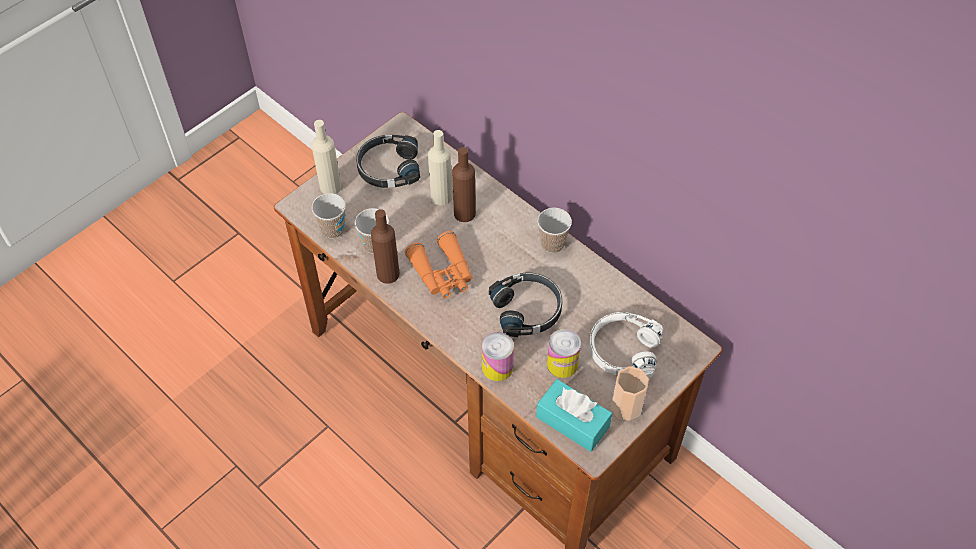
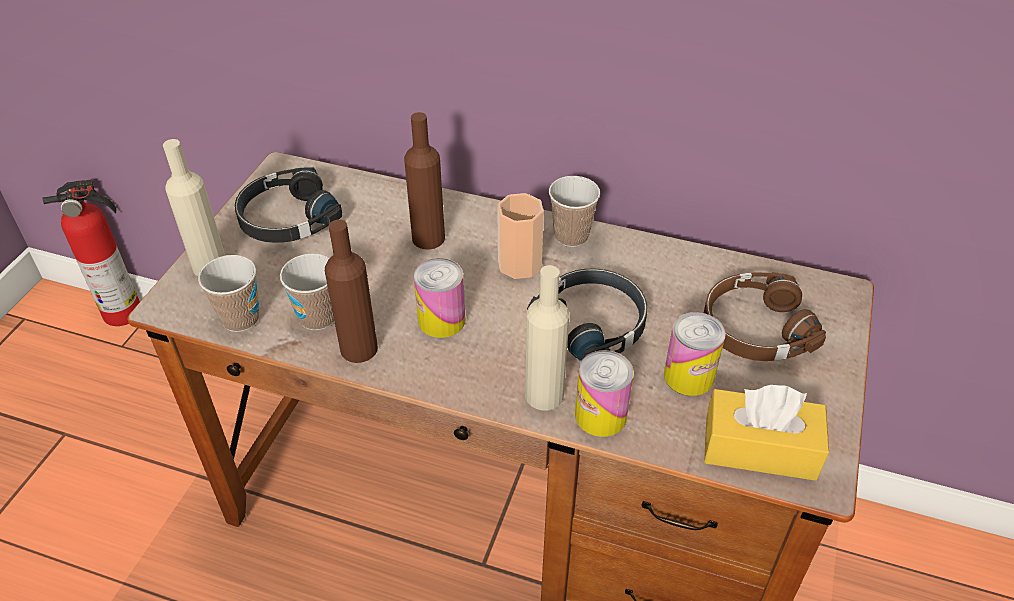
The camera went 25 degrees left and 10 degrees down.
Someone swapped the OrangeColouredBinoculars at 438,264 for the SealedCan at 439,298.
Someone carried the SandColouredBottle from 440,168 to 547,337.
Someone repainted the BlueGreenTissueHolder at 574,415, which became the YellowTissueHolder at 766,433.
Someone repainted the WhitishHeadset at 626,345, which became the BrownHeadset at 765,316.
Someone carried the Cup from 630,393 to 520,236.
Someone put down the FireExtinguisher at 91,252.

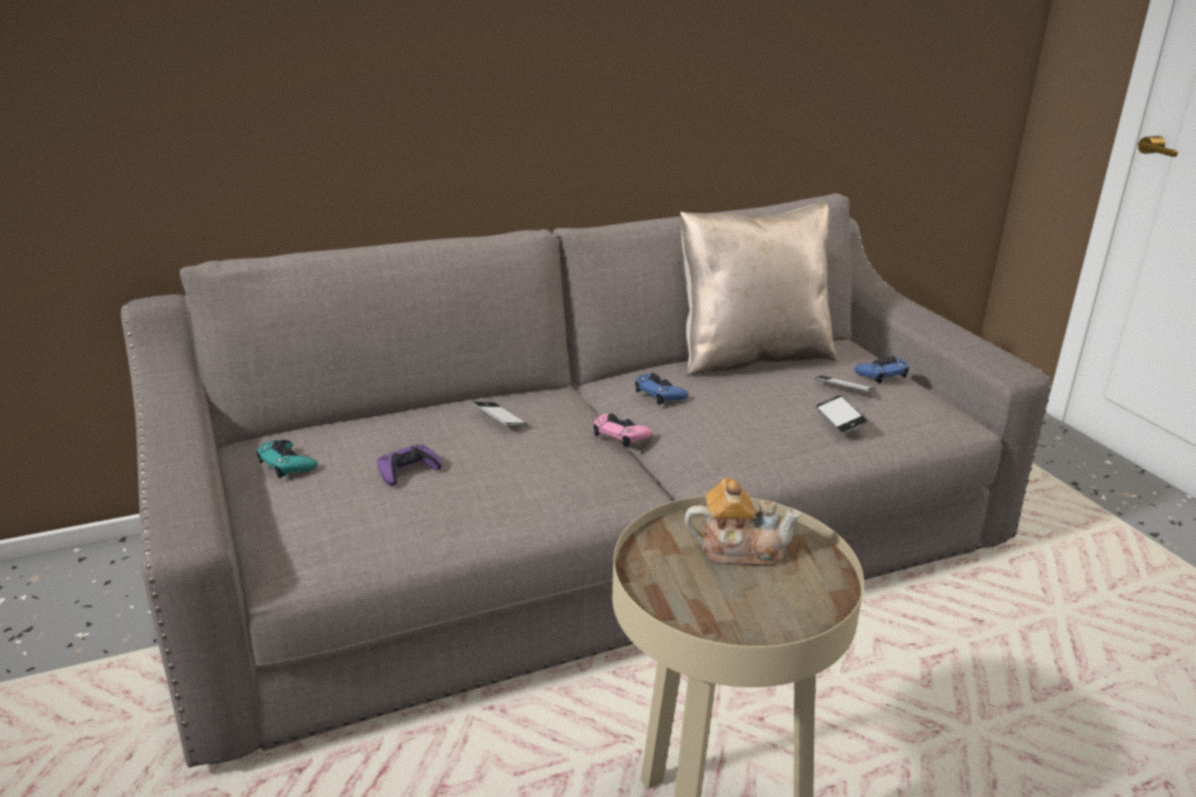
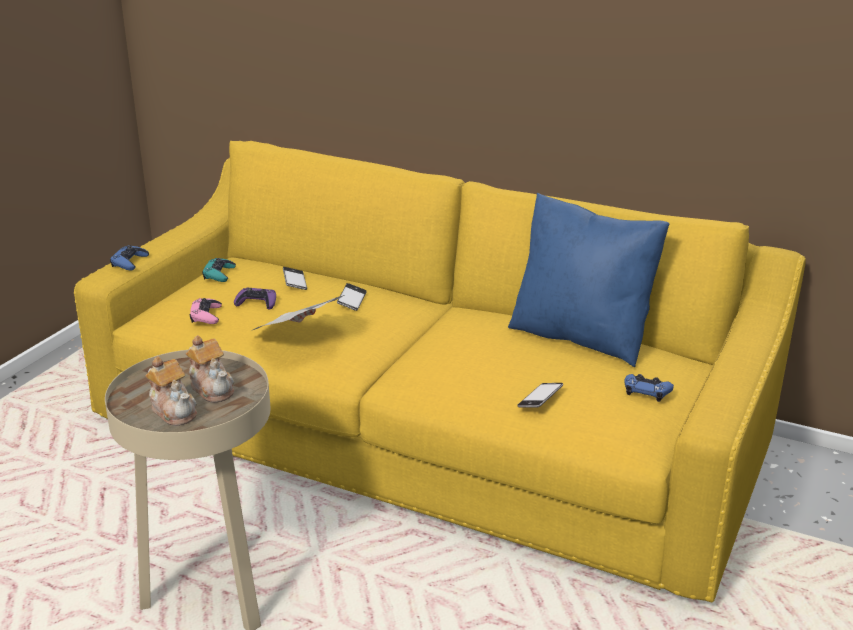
The camera went 50 degrees right and 0 degrees up.
Someone repainted the GreySettee at 586,480, which became the YellowSettee at 440,371.
Someone carried the PinkColouredJoypad from 622,430 to 205,311.
Someone carried the BluishJoypad from 661,389 to 129,258.
Someone repainted the SandColouredPillow at 758,289, which became the BluishPillow at 588,280.
Someone carried the Telephone from 845,384 to 295,278.
Someone put down the Teapot at 171,391.
Someone put down the DailyPaper at 299,312.

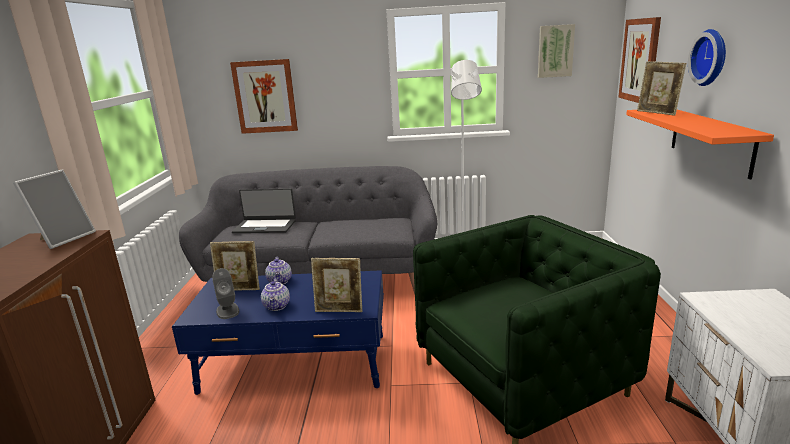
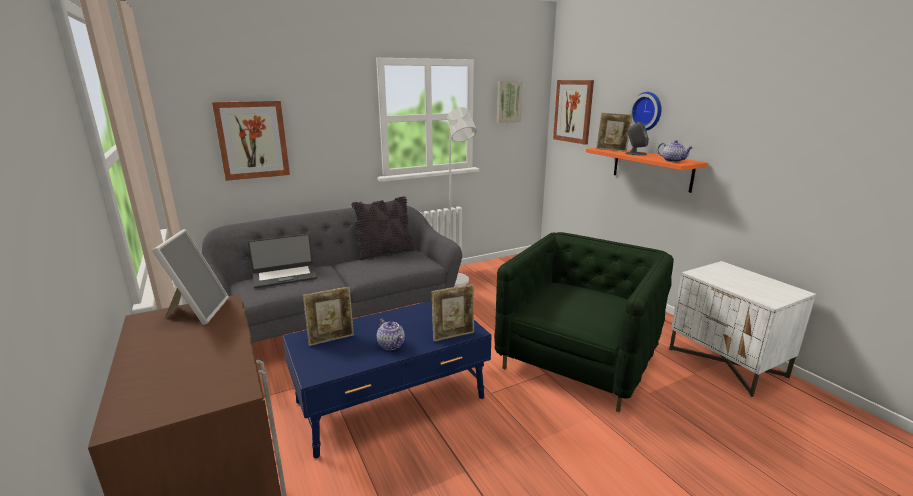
The camera went 30 degrees left and 0 degrees up.
Someone carried the GreyLoudspeaker from 225,293 to 637,139.
Someone carried the Teapot from 278,270 to 675,151.
Someone put down the BlackishPillow at 383,228.

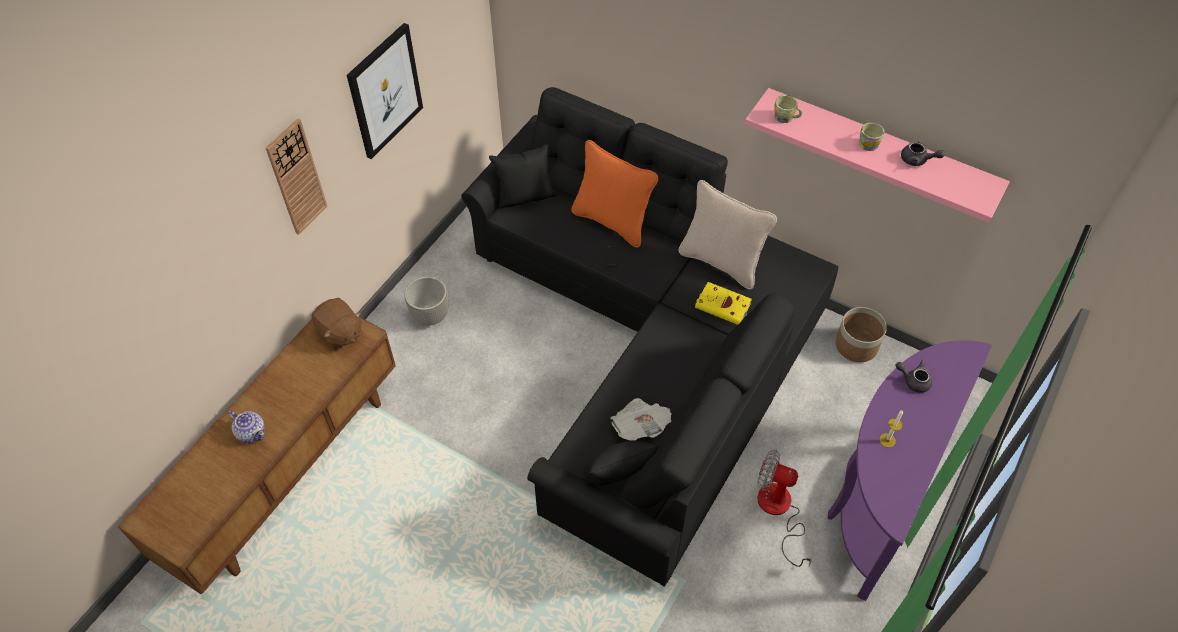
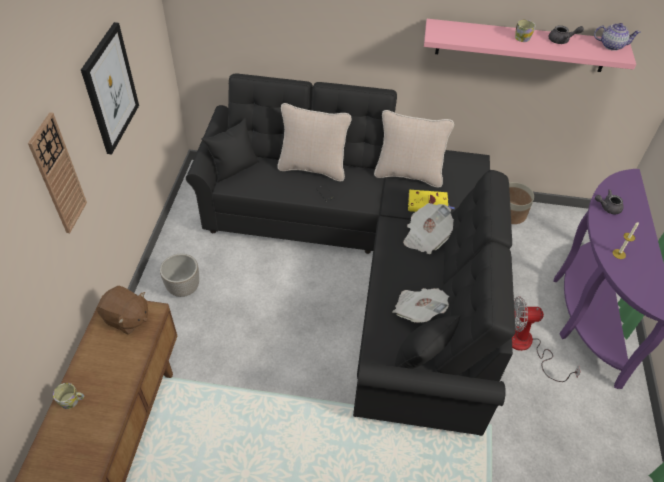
The camera went 25 degrees left and 5 degrees down.
Someone carried the Teapot from 246,426 to 617,37.
Someone repainted the OrangeColouredPillow at 614,194, which became the SandColouredPillow at 314,142.
Someone carried the CoffeeMug from 788,109 to 68,396.
Someone put down the DailyPaper at 428,228.

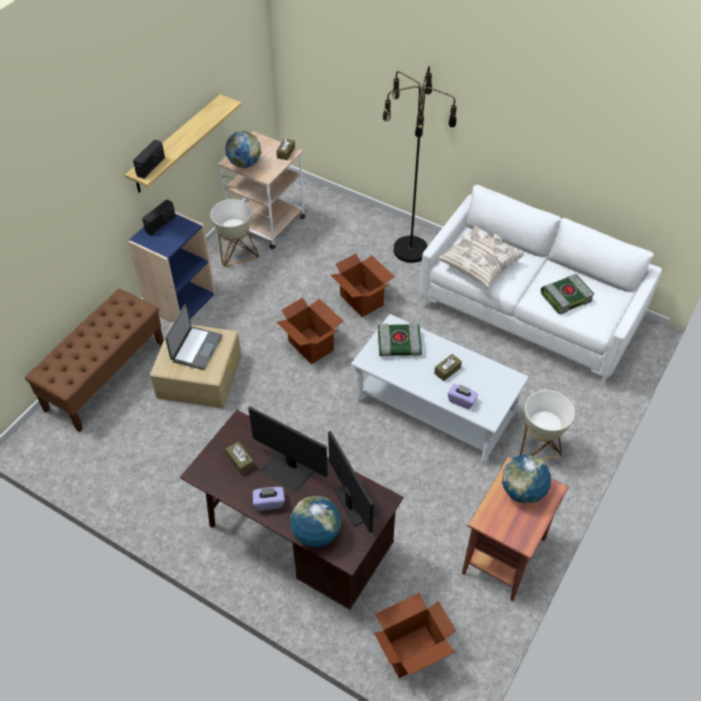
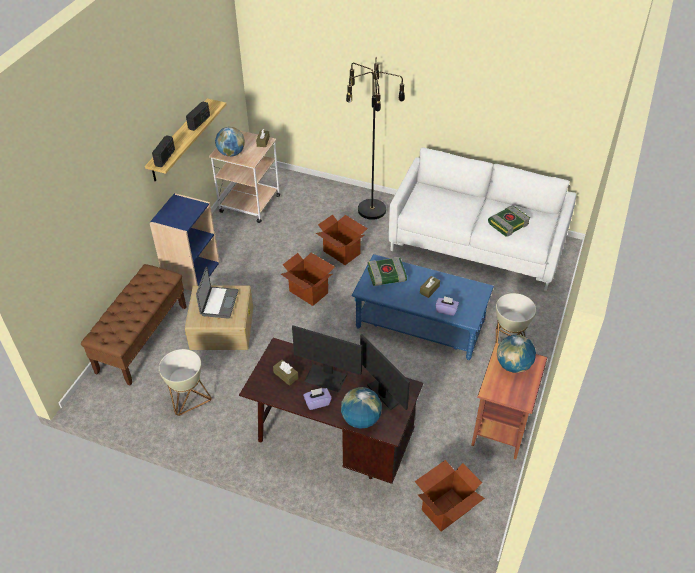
The camera went 10 degrees left and 5 degrees down.
Someone carried the RadioReceiver from 159,218 to 198,116.
Someone carried the FlowerPot from 234,232 to 185,382.
Someone repainted the GreyLowTable at 440,388, which became the BluishLowTable at 423,307.
Someone took away the SandColouredPillow at 481,257.

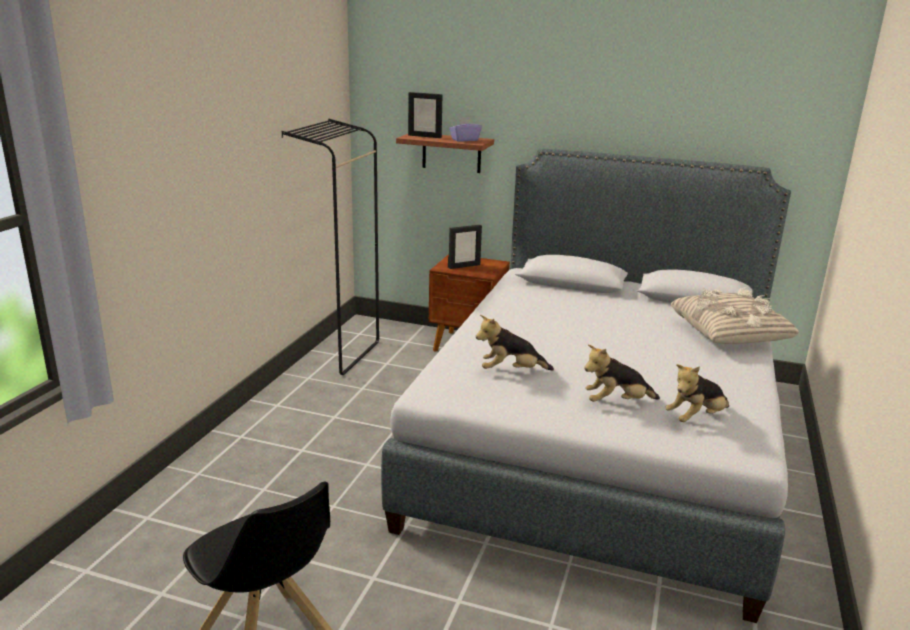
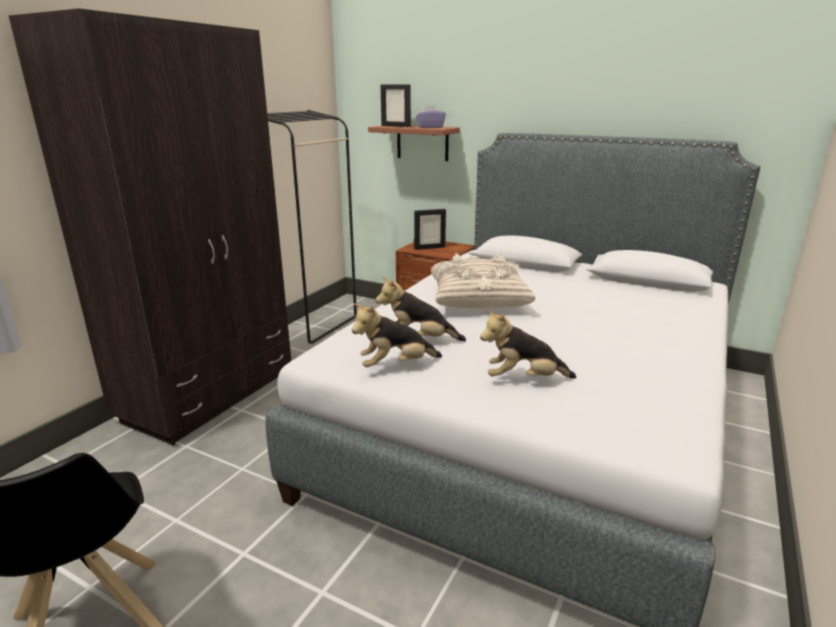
The camera went 10 degrees right and 0 degrees up.
Someone carried the PlushToy from 697,393 to 397,335.
Someone carried the SandColouredPillow from 735,315 to 483,280.
Someone put down the BrownArmoire at 150,227.

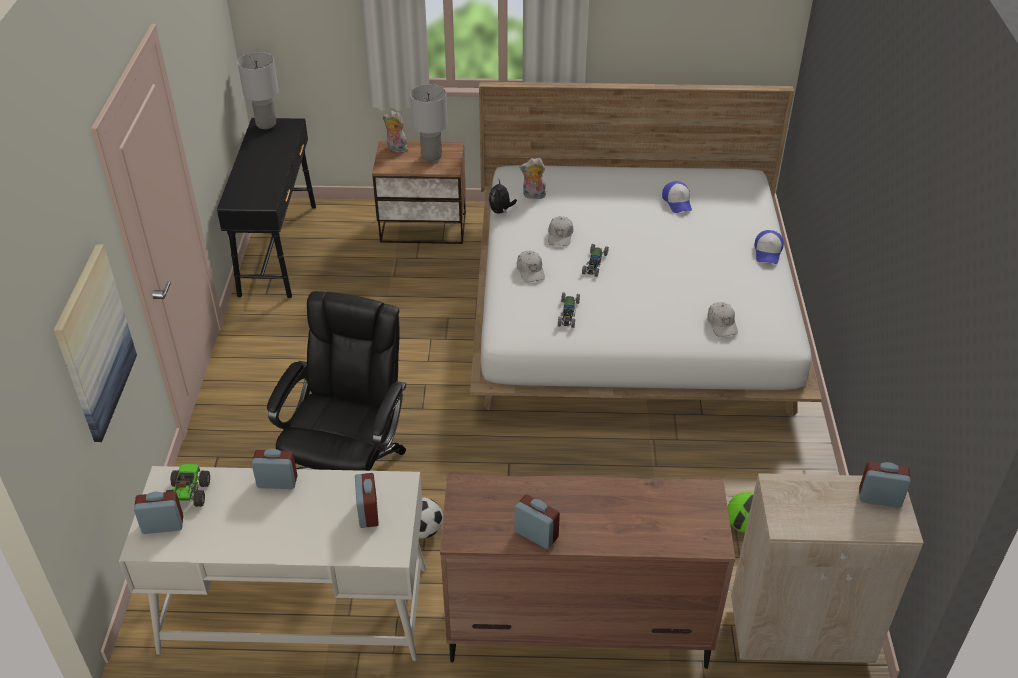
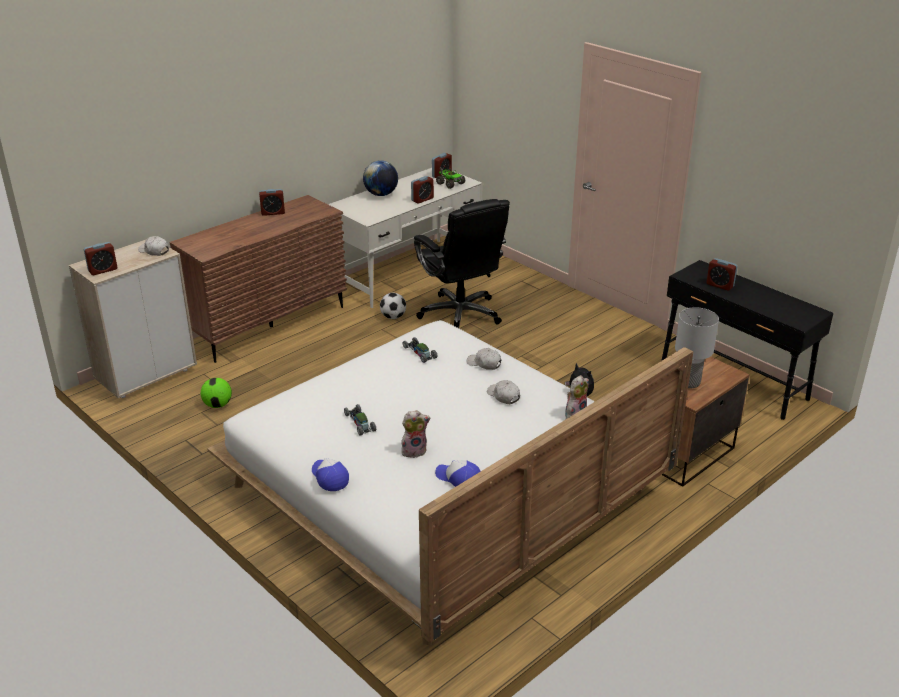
The camera went 135 degrees right and 10 degrees down.
Someone took away the WallPicture at 95,343.
Someone took away the GreyTableLamp at 258,90.
Someone carried the BedsideClock from 367,500 to 722,274.
Someone carried the PlushToy from 395,132 to 415,434.
Someone carried the ModelCar from 595,260 to 360,420.
Someone carried the WhitishPeakedCap from 722,319 to 153,246.
Someone put down the DeskGlobe at 380,178.

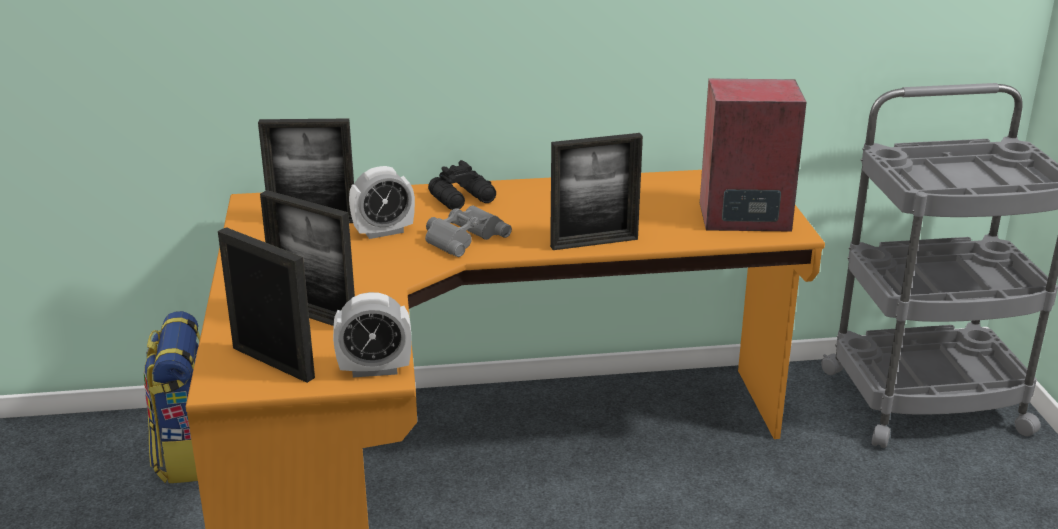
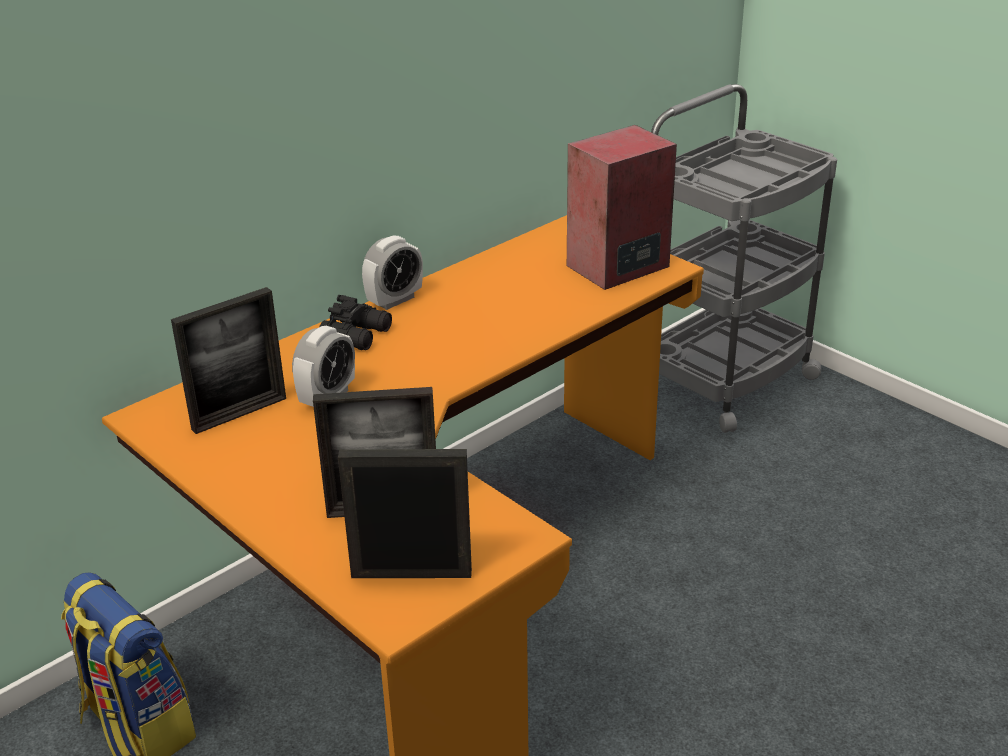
The camera went 35 degrees left and 5 degrees up.
Someone carried the BedsideClock from 372,335 to 392,273.
Someone took away the GreyBinoculars at 468,231.
Someone took away the PhotoFrame at 596,191.

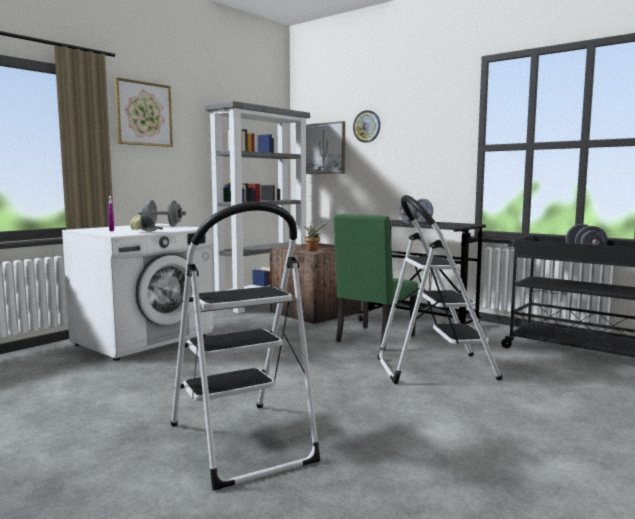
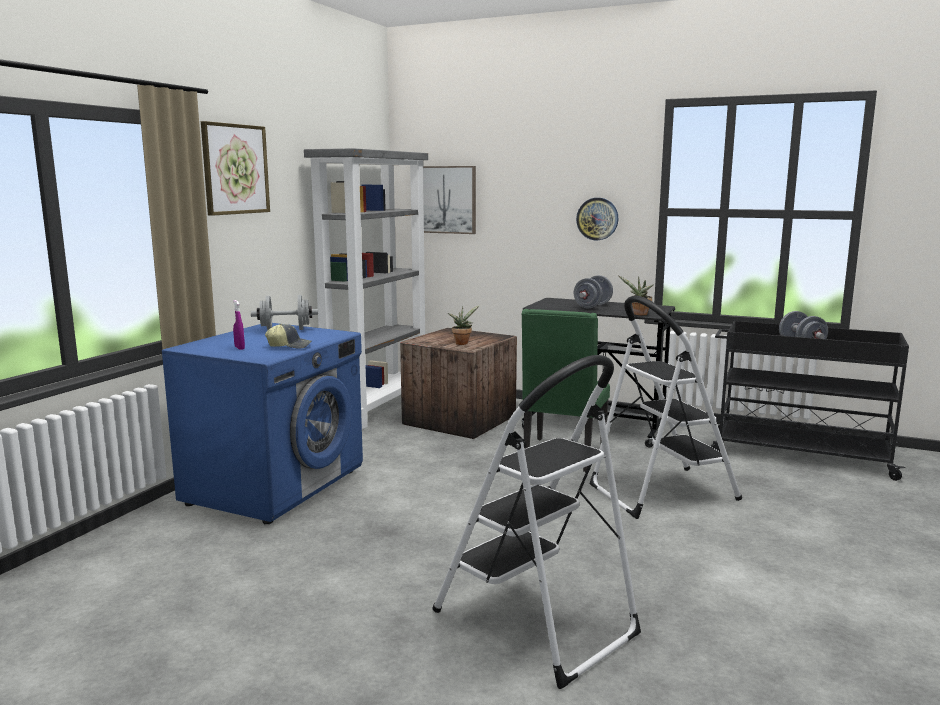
The camera went 15 degrees left and 5 degrees up.
Someone repainted the WhitishLaundryMachine at 137,292, which became the BluishLaundryMachine at 262,423.
Someone carried the WallClock from 366,126 to 597,219.
Someone put down the PlantInAPot at 636,295.

